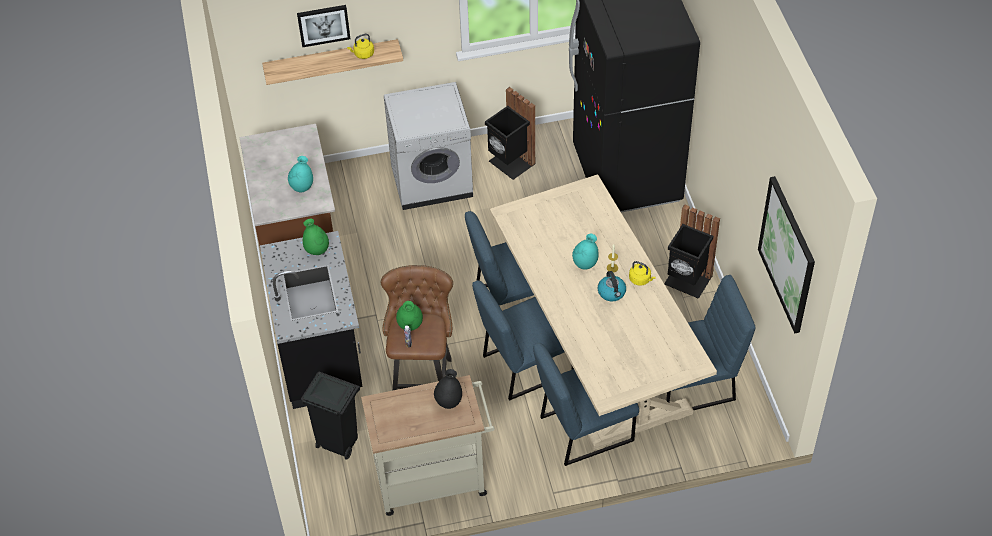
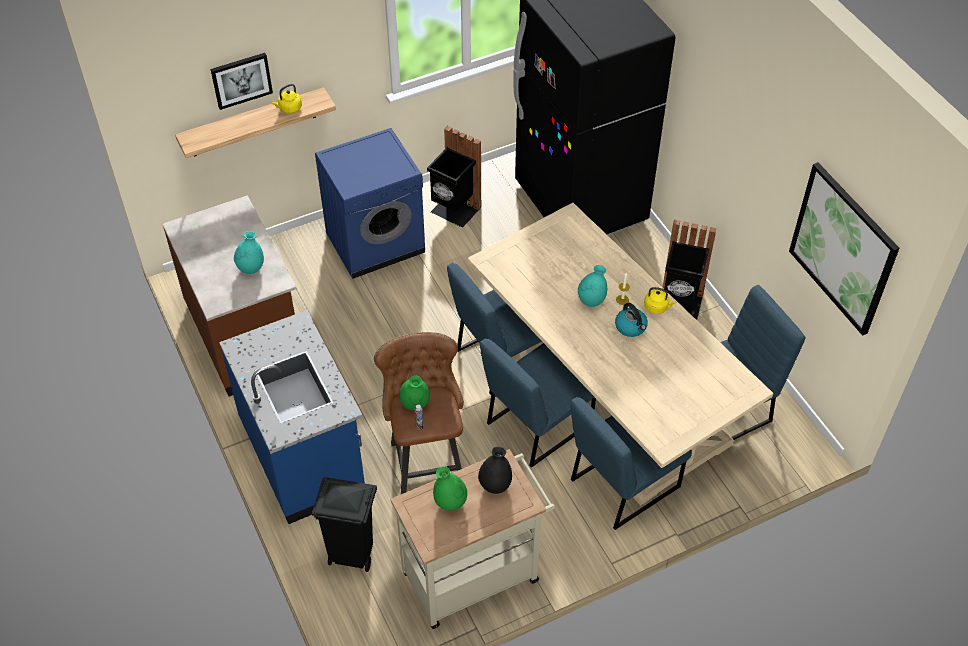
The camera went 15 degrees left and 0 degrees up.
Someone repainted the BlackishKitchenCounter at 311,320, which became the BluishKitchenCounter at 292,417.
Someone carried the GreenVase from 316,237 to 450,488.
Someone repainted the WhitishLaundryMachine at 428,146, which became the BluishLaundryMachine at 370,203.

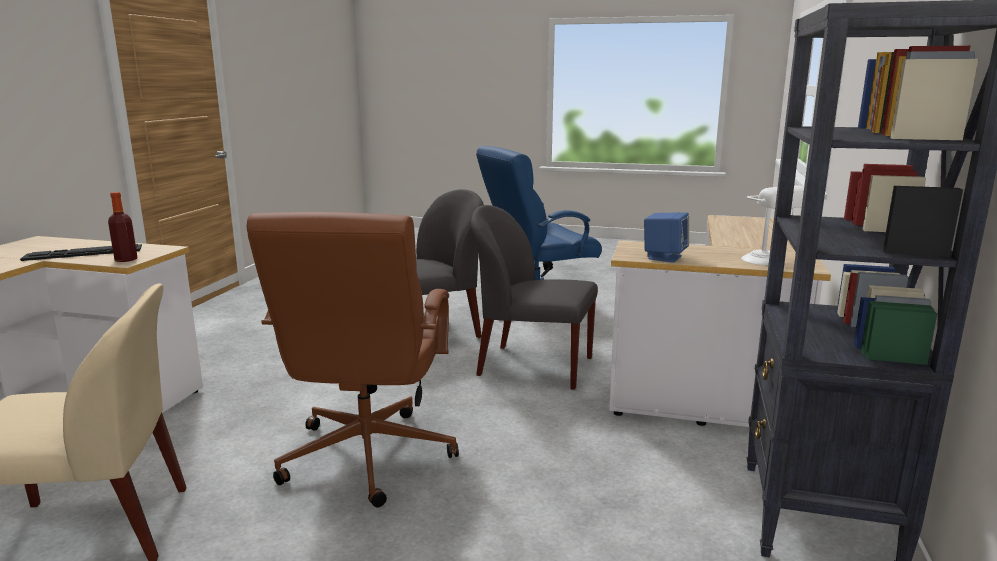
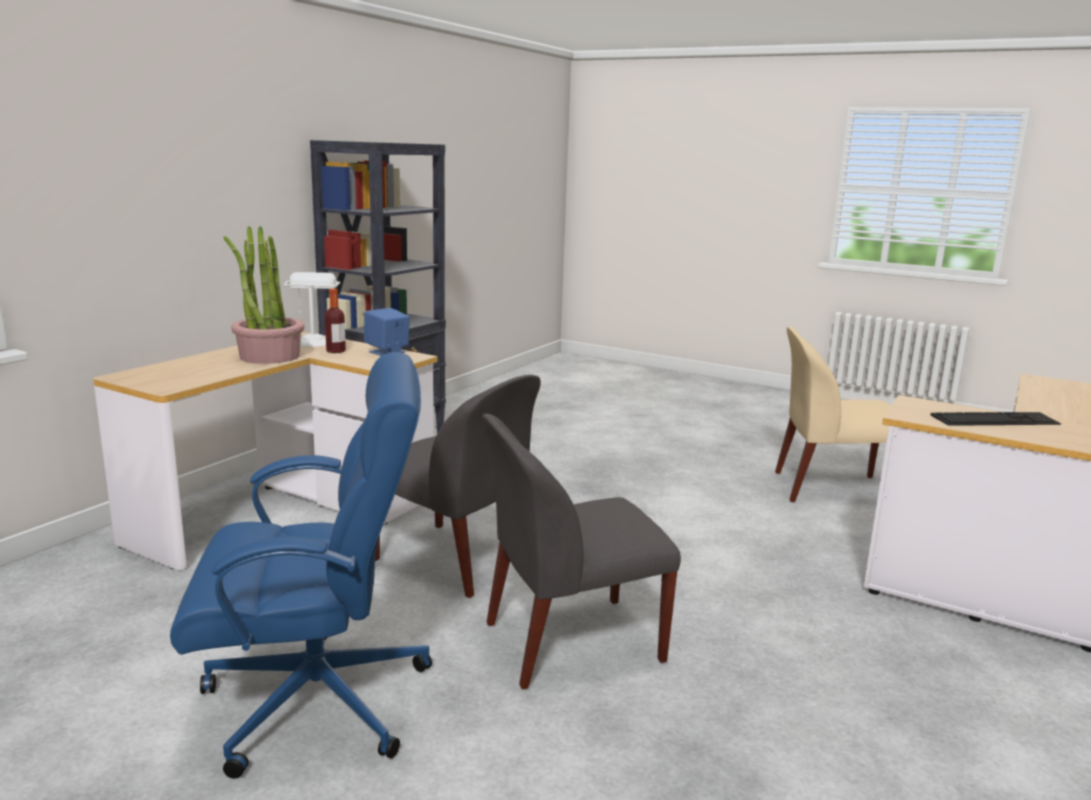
The camera went 165 degrees left and 0 degrees up.
Someone carried the Bottle from 123,227 to 335,321.
Someone took away the BrownOfficeChair at 353,359.
Someone put down the PlantInAPot at 264,295.

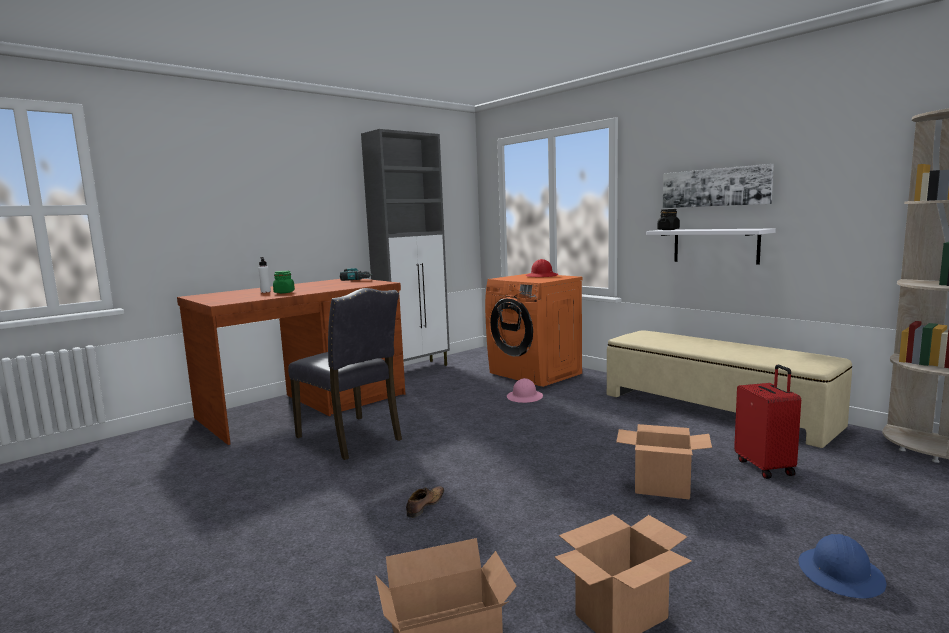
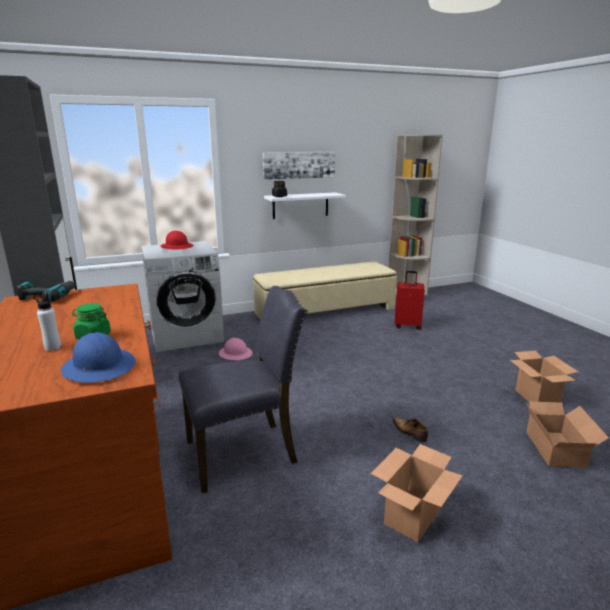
The camera went 70 degrees left and 10 degrees up.
Someone repainted the OrangeColouredLaundryMachine at 534,330, which became the WhitishLaundryMachine at 182,296.
Someone carried the PackingBox from 664,462 to 417,493.
Someone carried the BluishSafetyHelmet from 842,566 to 98,357.

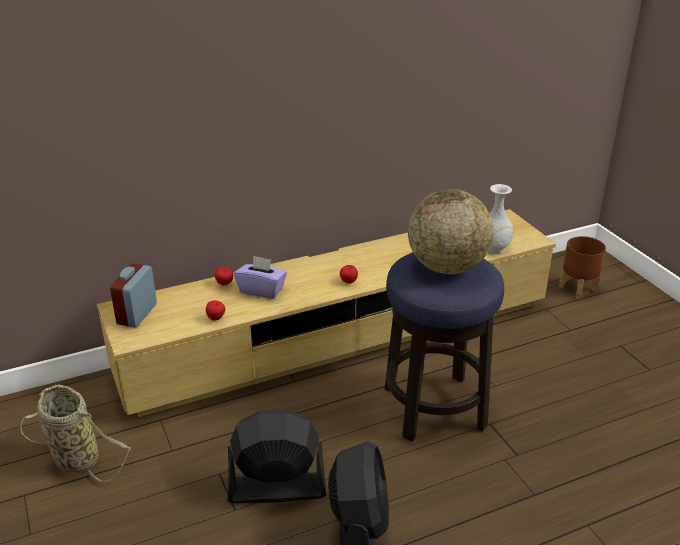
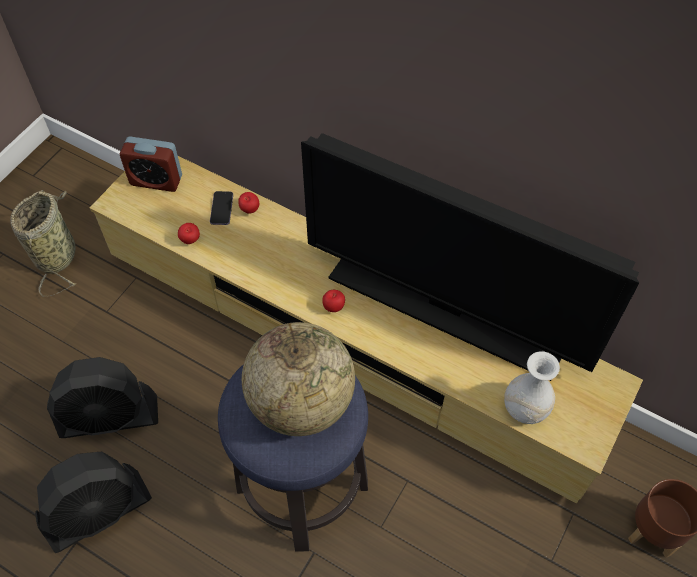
The camera went 55 degrees right and 25 degrees up.
Someone rotated the BedsideClock at 133,295 by 150 degrees counterclockwise.
Someone rotated the BlackishFan at 277,456 by 120 degrees clockwise.
Someone took away the PurplishTissueHolder at 260,277.
Someone put down the Telephone at 221,208.
Someone put down the Television at 470,257.

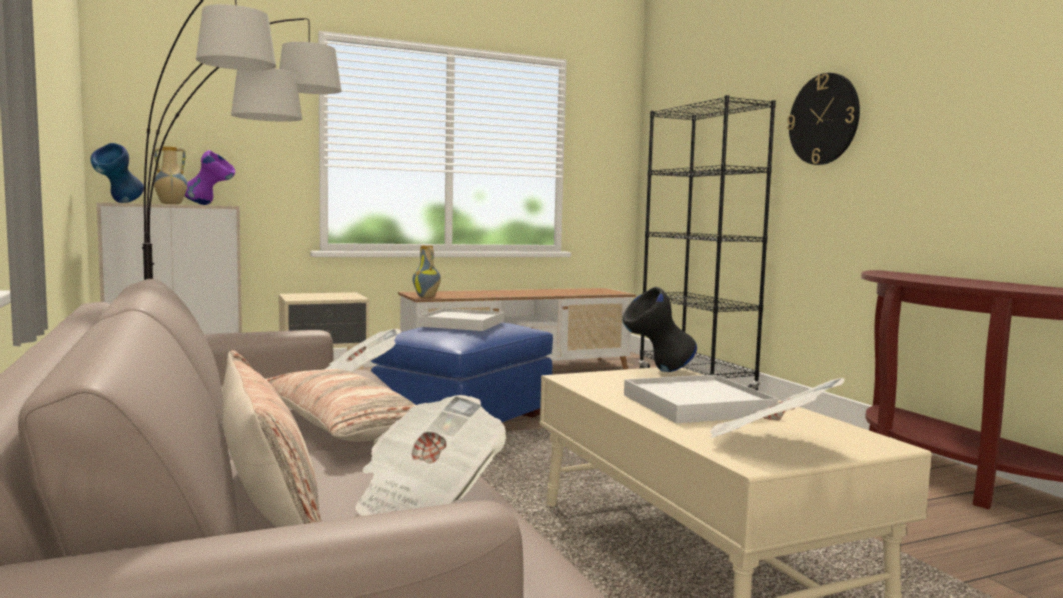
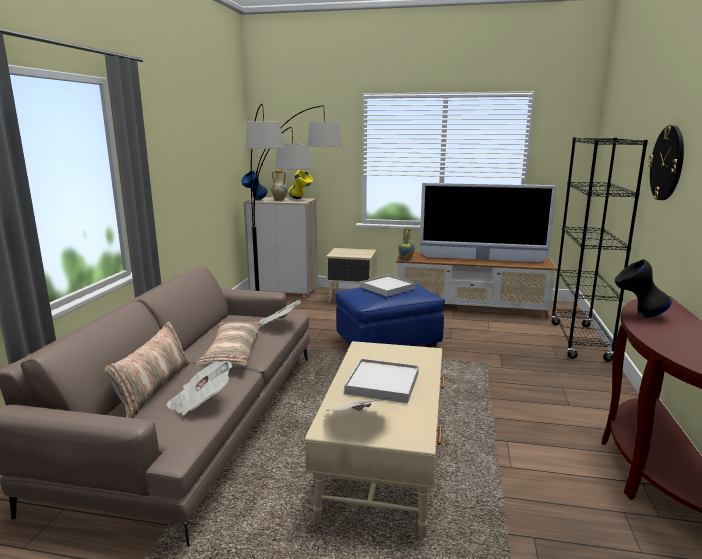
The camera went 35 degrees right and 10 degrees up.
Someone repainted the PurplishVase at 209,177, which became the YellowVase at 300,184.
Someone carried the BlackishVase from 659,329 to 643,288.
Someone put down the Television at 488,222.

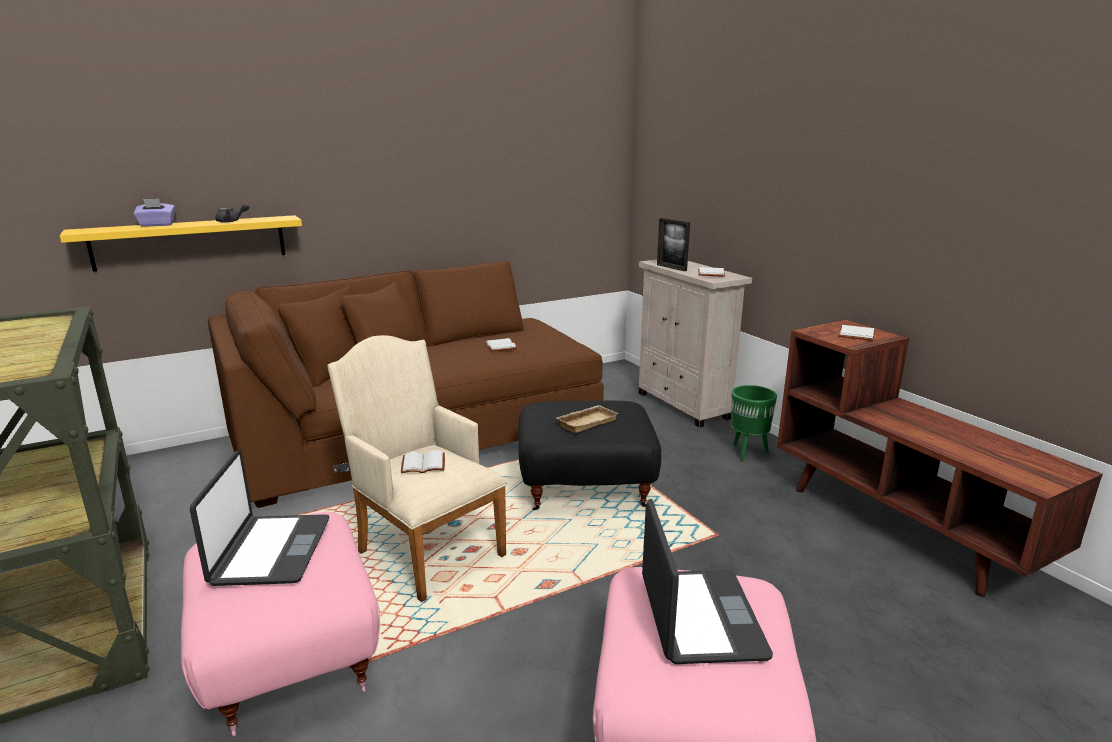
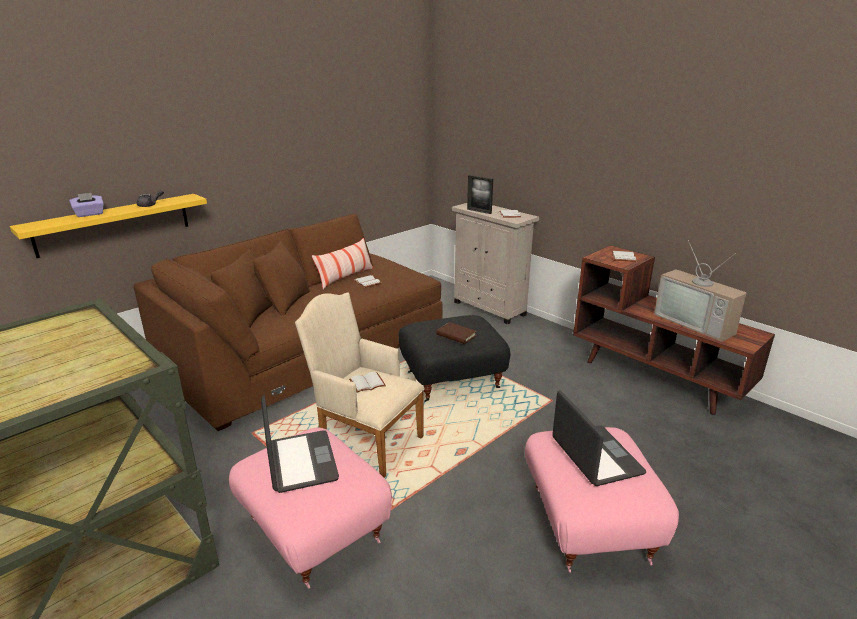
The camera went 15 degrees left and 5 degrees up.
Someone swapped the SandColouredServingTray at 587,419 for the BrownBoundBook at 456,333.
Someone took away the GreenFlowerPot at 754,423.
Someone put down the Pillow at 343,264.
Someone put down the Television at 700,291.

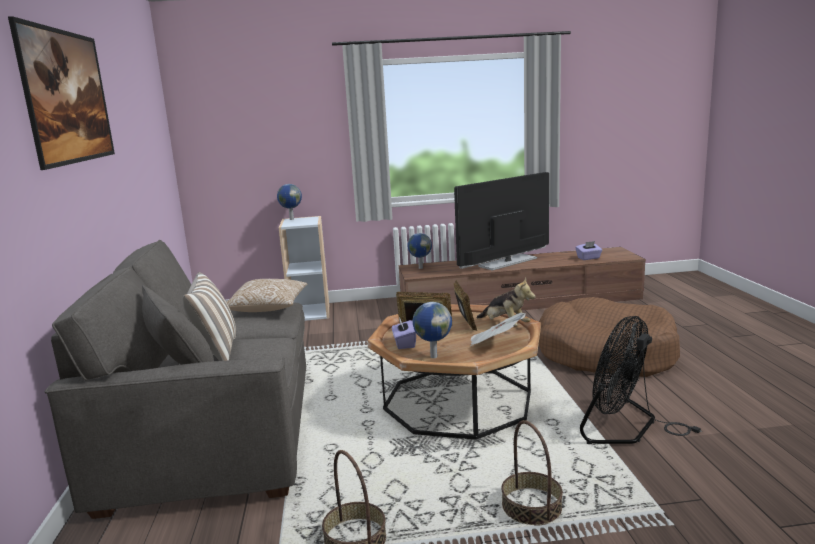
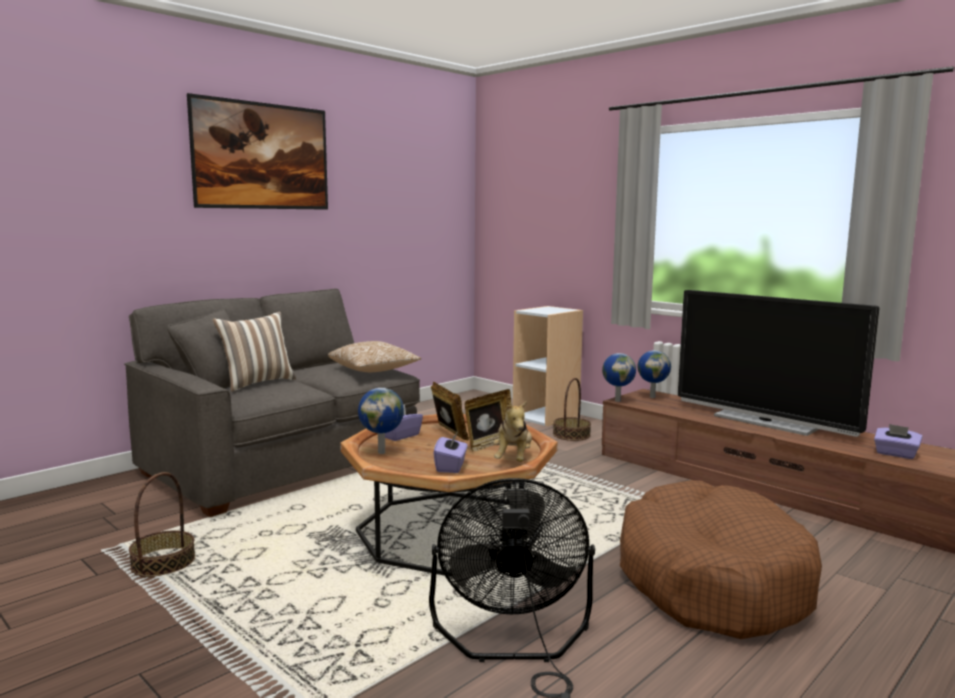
The camera went 50 degrees right and 5 degrees down.
Someone carried the DeskGlobe from 289,202 to 619,377.
Someone rotated the Television at 501,221 by 150 degrees counterclockwise.
Someone swapped the DailyPaper at 498,329 for the PurplishTissueHolder at 451,452.
Someone carried the HouseholdBasket from 532,473 to 572,409.

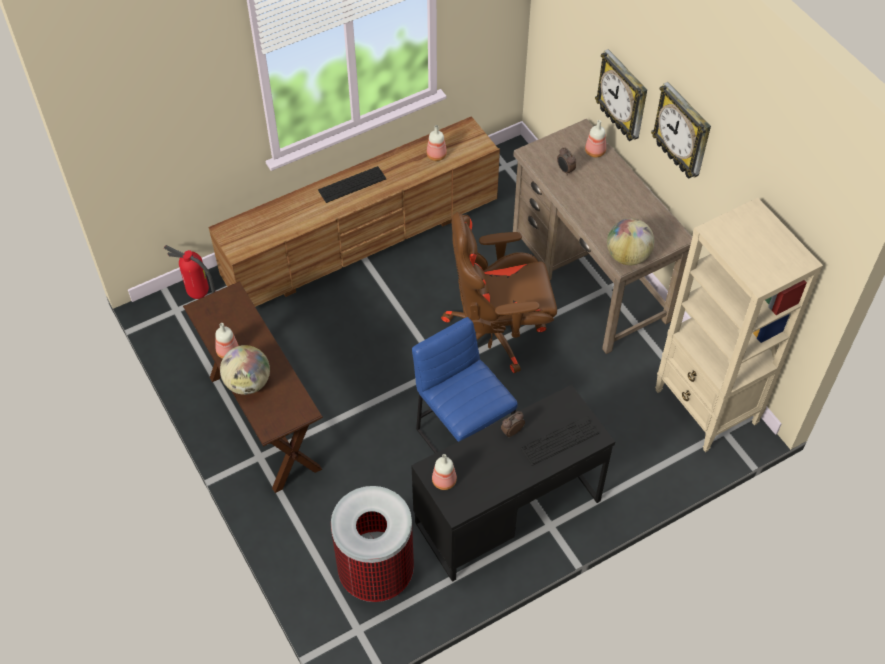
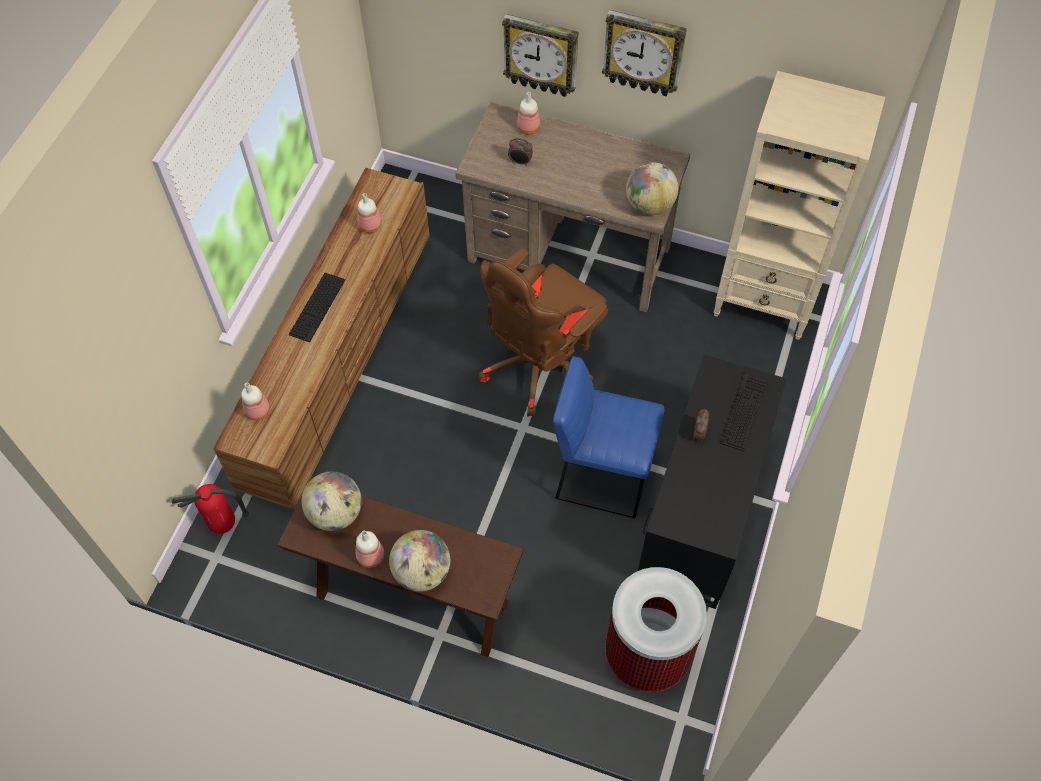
The camera went 40 degrees left and 5 degrees up.
Someone carried the Bottle from 444,472 to 255,402.
Someone put down the DeskGlobe at 331,501.

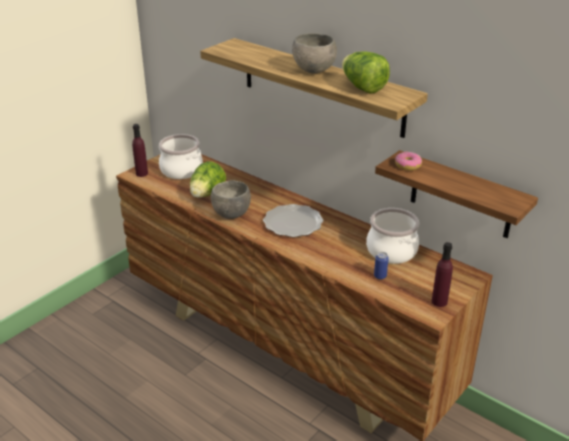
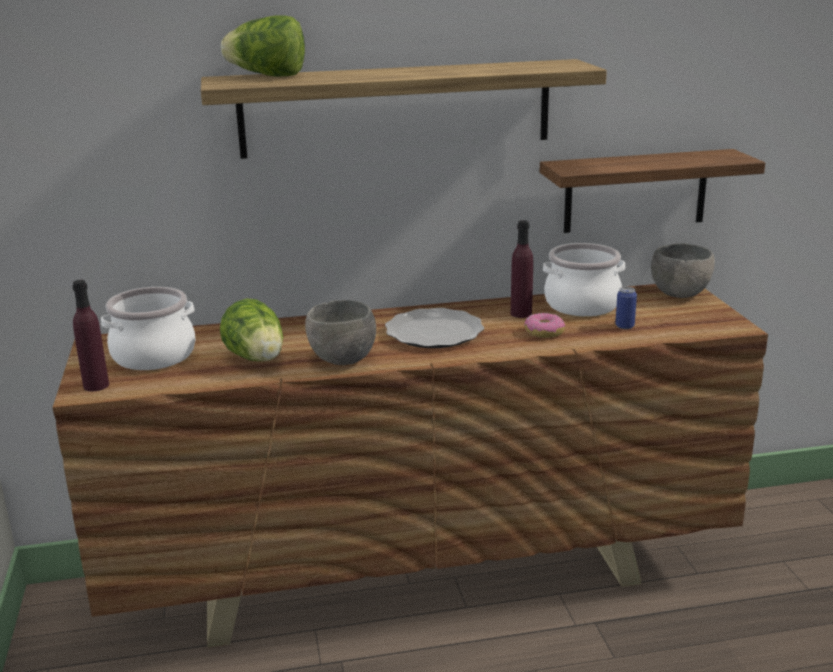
The camera went 50 degrees left and 10 degrees down.
Someone carried the GreyDeepDish from 314,53 to 683,270.
Someone carried the Lettuce from 366,72 to 263,46.
Someone carried the Doughnut from 408,161 to 544,325.
Someone carried the PurplishBottle from 442,274 to 522,269.

